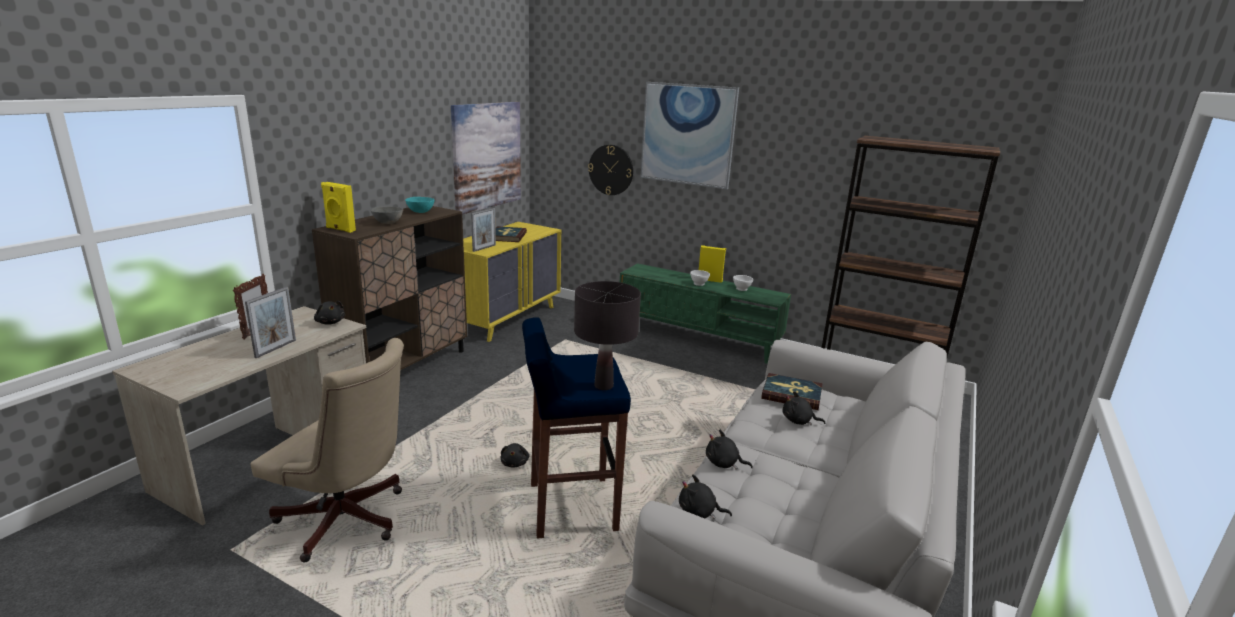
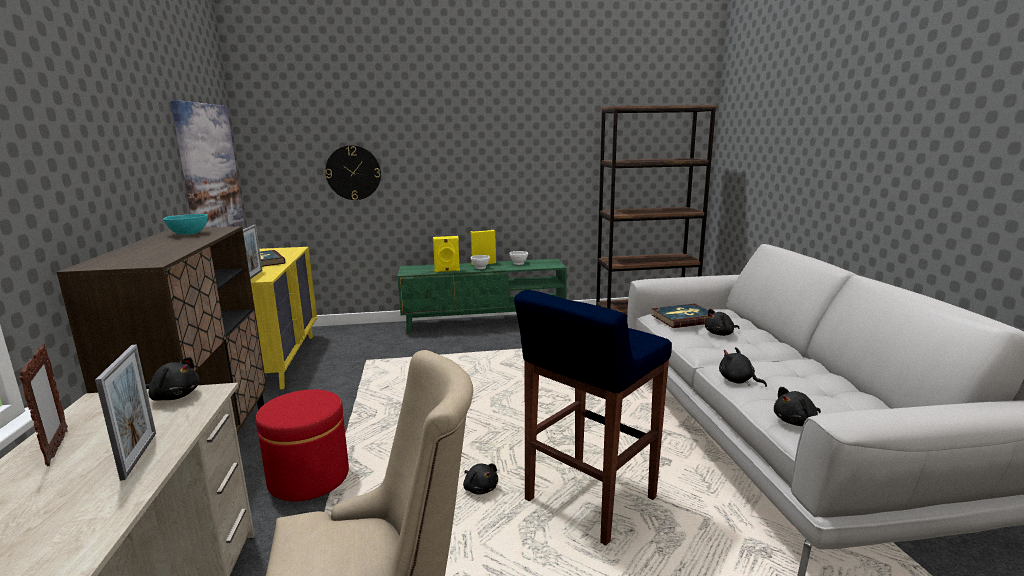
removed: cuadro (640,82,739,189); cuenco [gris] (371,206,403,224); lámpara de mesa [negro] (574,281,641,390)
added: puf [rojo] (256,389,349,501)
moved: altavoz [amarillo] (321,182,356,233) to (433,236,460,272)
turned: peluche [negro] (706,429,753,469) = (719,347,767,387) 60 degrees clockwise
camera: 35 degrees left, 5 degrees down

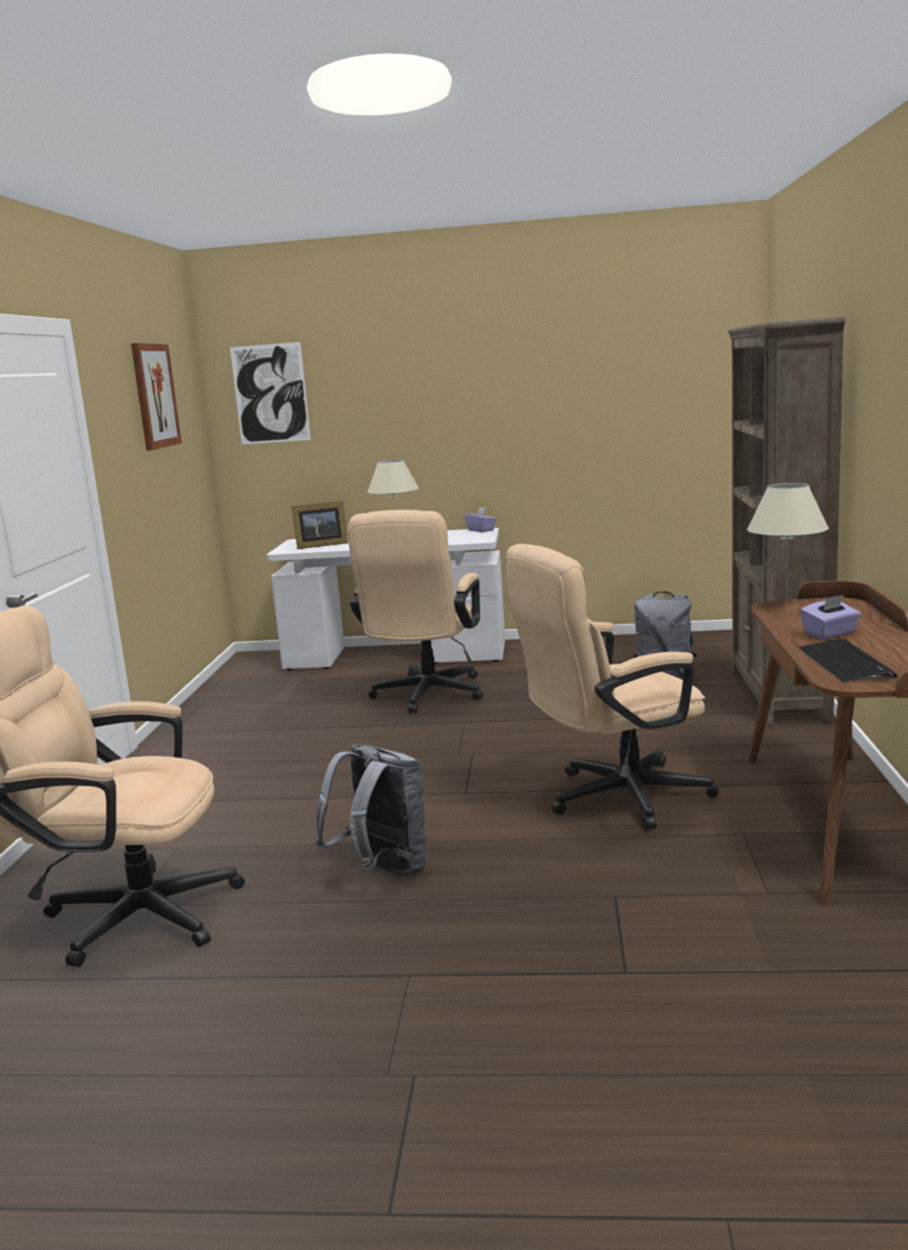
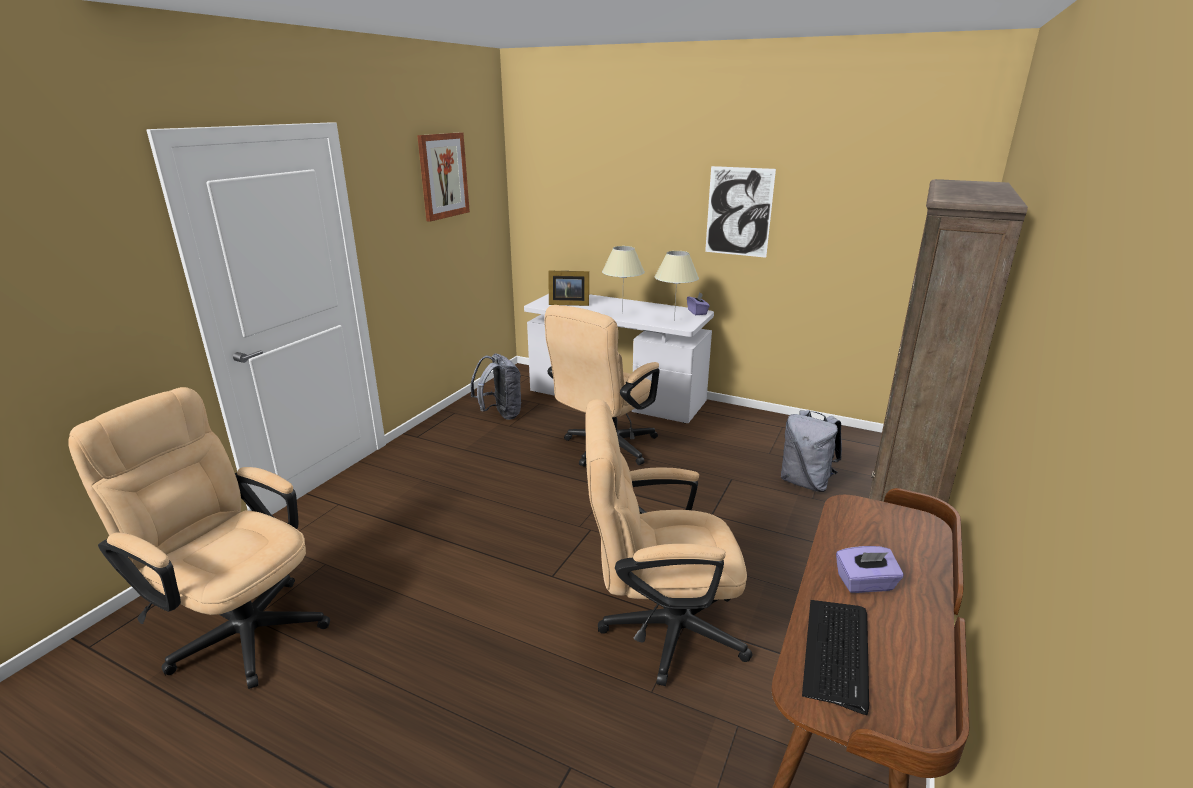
moved: cuadro (230,342,311,444) to (705,166,776,258); lámpara de mesa [beis] (747,483,829,606) to (655,251,699,321); mochila [gris] (315,745,428,877) to (471,353,522,420)
camera: 20 degrees right, 10 degrees up

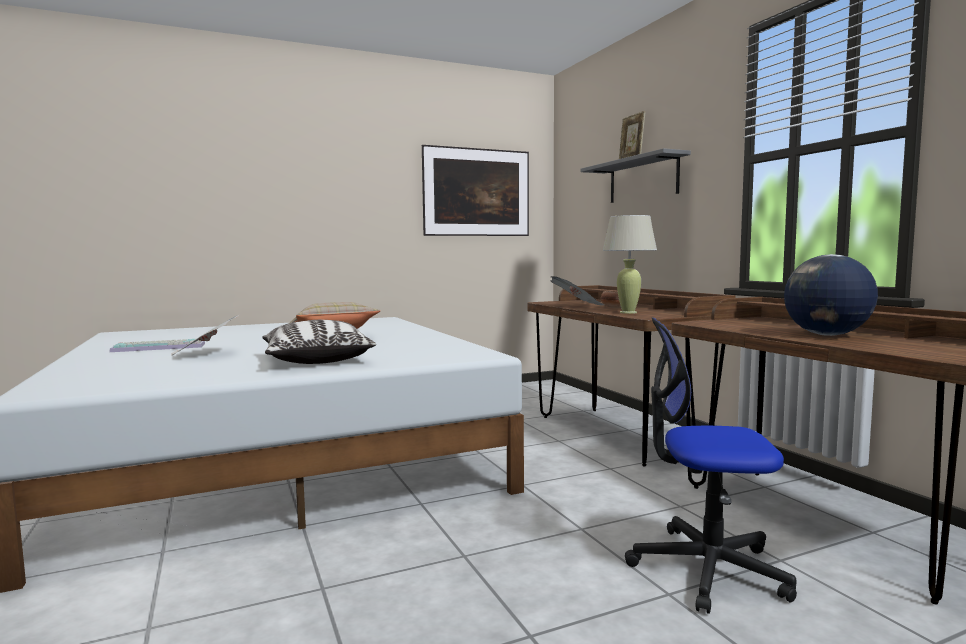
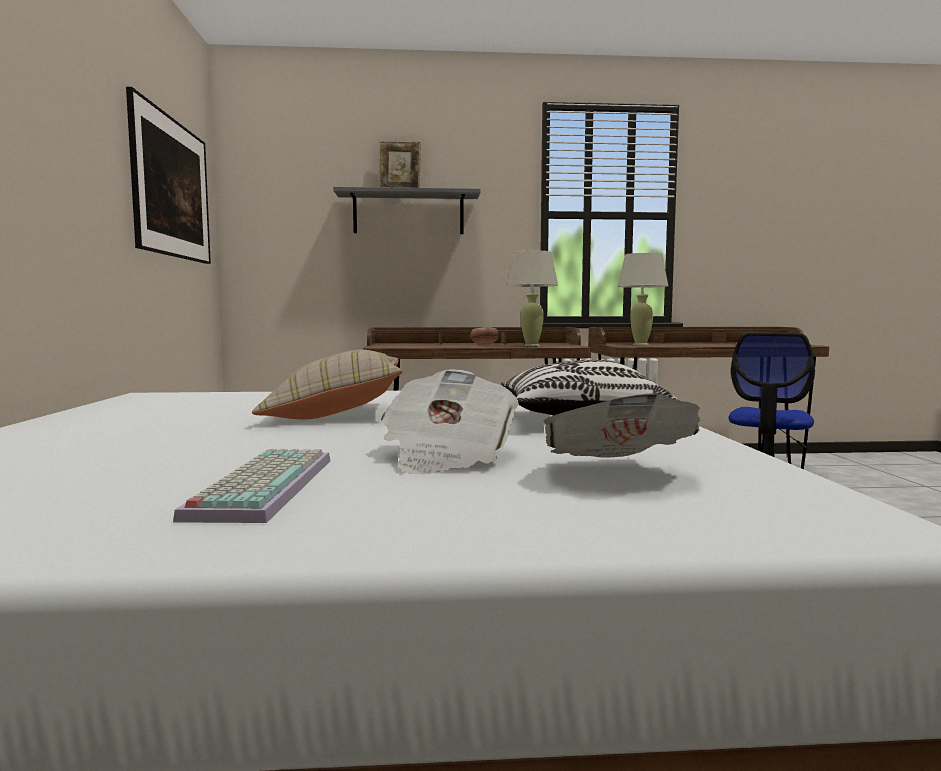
removed: globo terráqueo (784,254,878,336)
added: lámpara de mesa [beis] (617,253,668,345)
moved: periódico (551,276,604,305) to (543,393,700,458)
camera: 70 degrees left, 0 degrees up

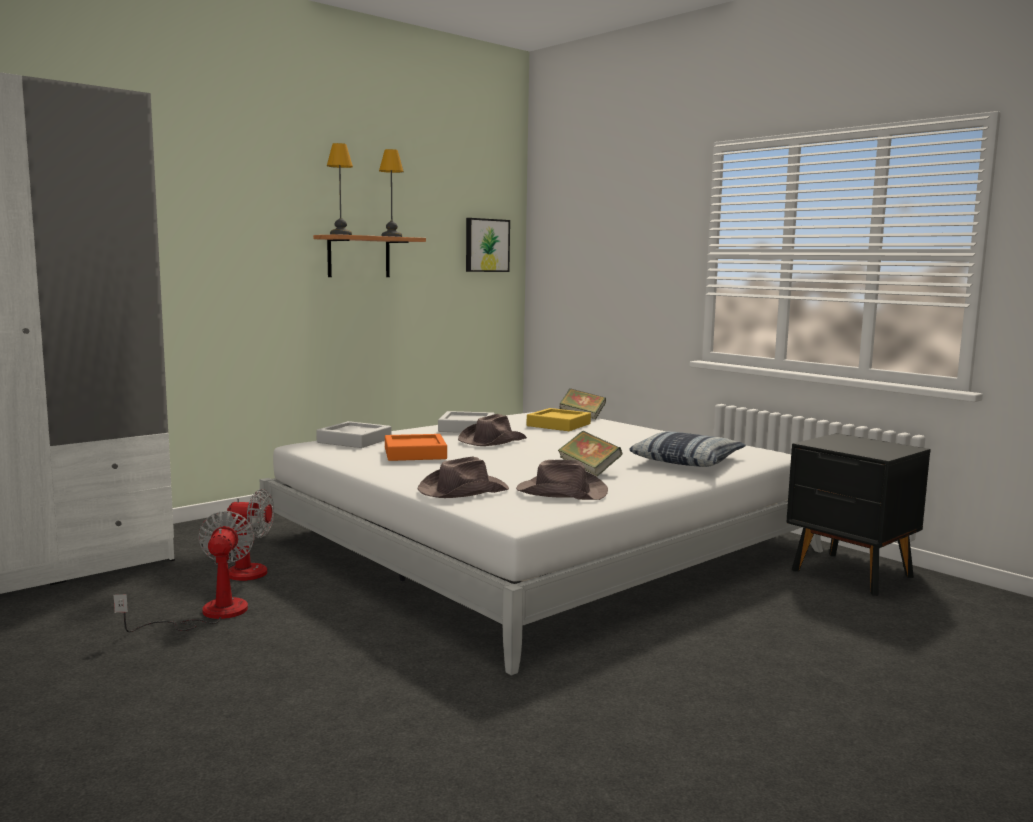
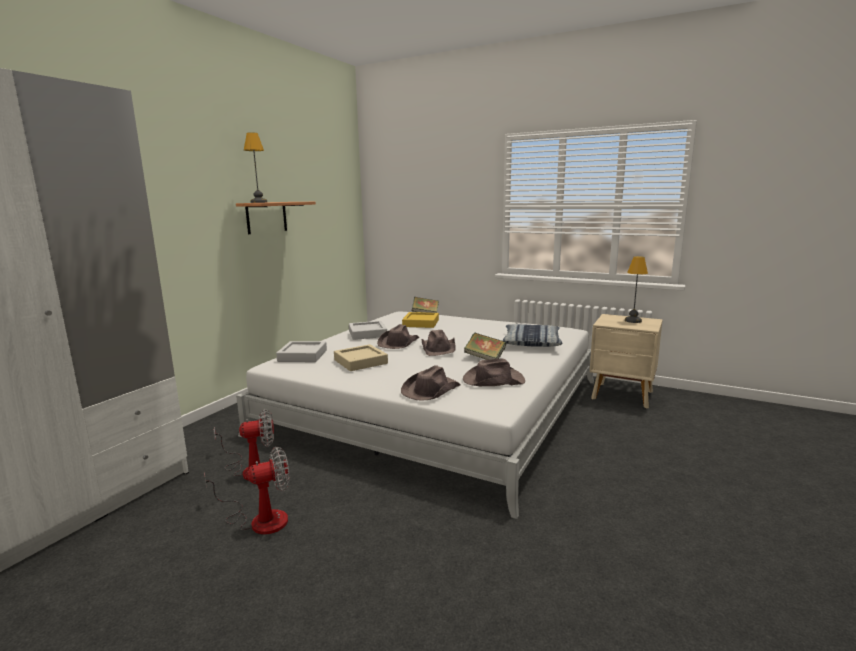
removed: cuadro (466,218,510,272)
added: sombrero [marrón] (421,330,456,356)
moved: lámpara de mesa (379,149,404,237) to (625,256,648,323)
recoloured: mesita de noche [negro] (787,433,931,596) to mesita de noche [beis] (590,314,663,408); bandeja [naranja] (385,434,447,461) to bandeja [beis] (334,344,388,371)
turned: ventilador (113,511,255,632) = (204,447,290,535) 90 degrees clockwise
camera: 20 degrees left, 5 degrees up

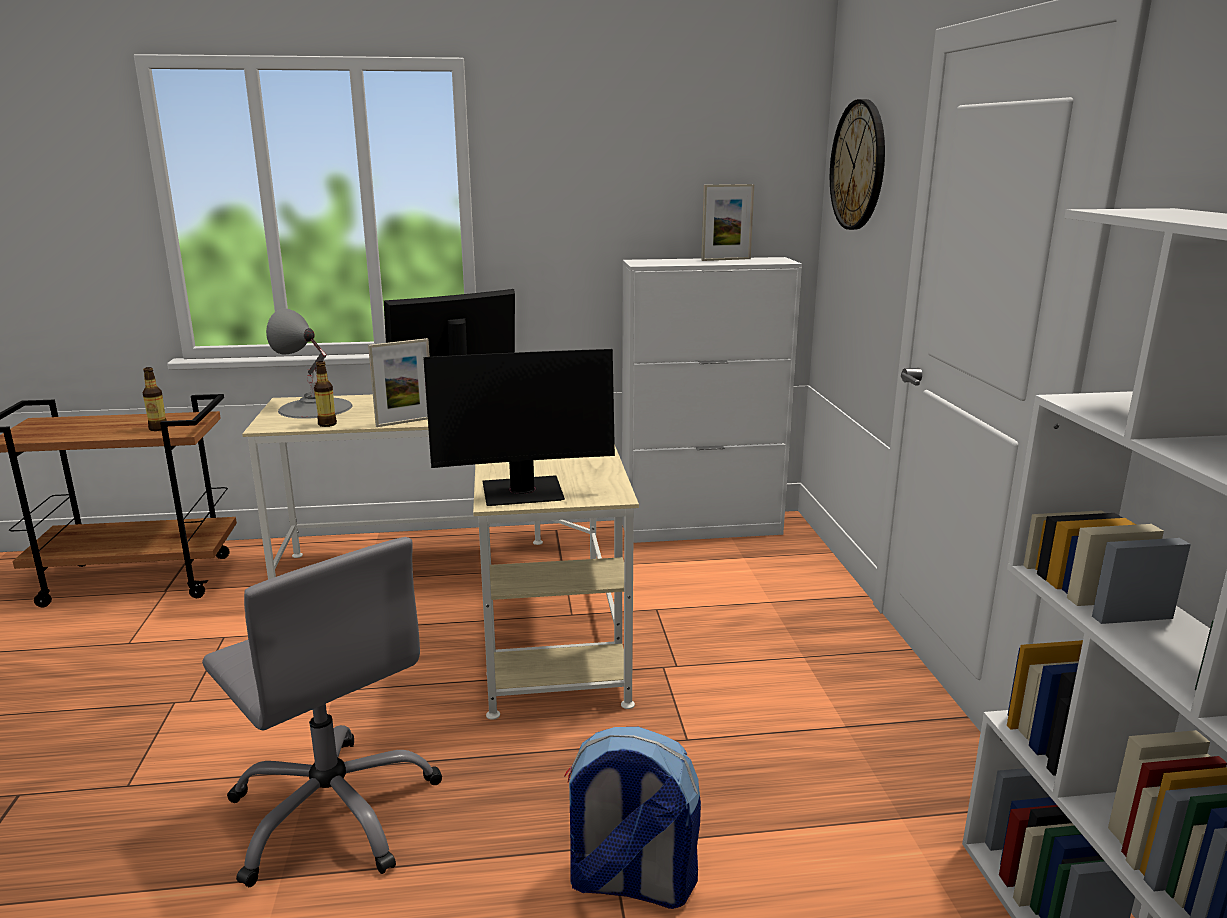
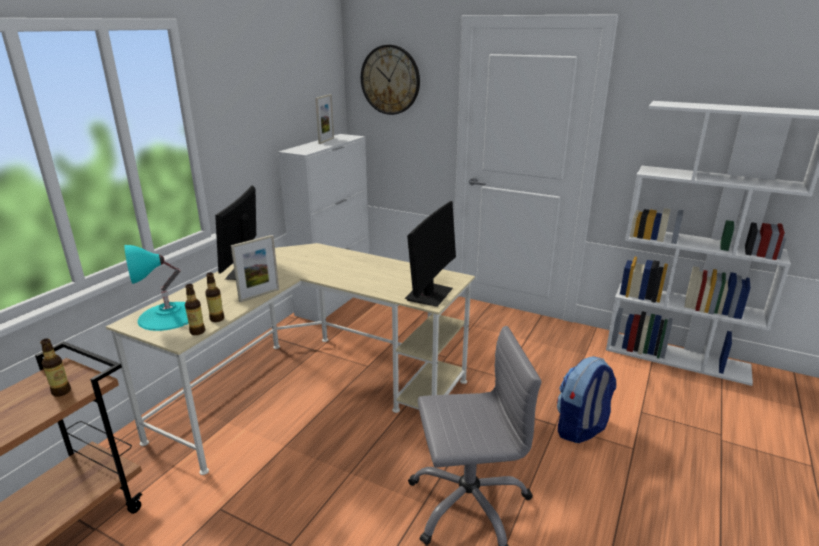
added: botella (185,284,205,335)
recoloured: lámpara de mesa [gris] (266,308,353,419) to lámpara de mesa [turquesa] (124,245,189,331)
turned: portarretratos (368,338,430,427) = (231,235,279,302) 45 degrees clockwise
camera: 55 degrees left, 5 degrees up

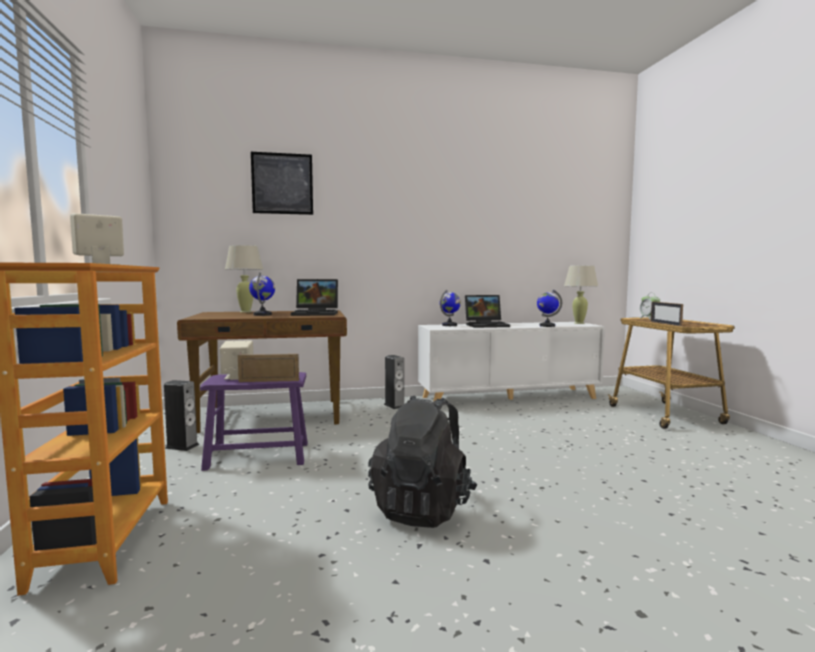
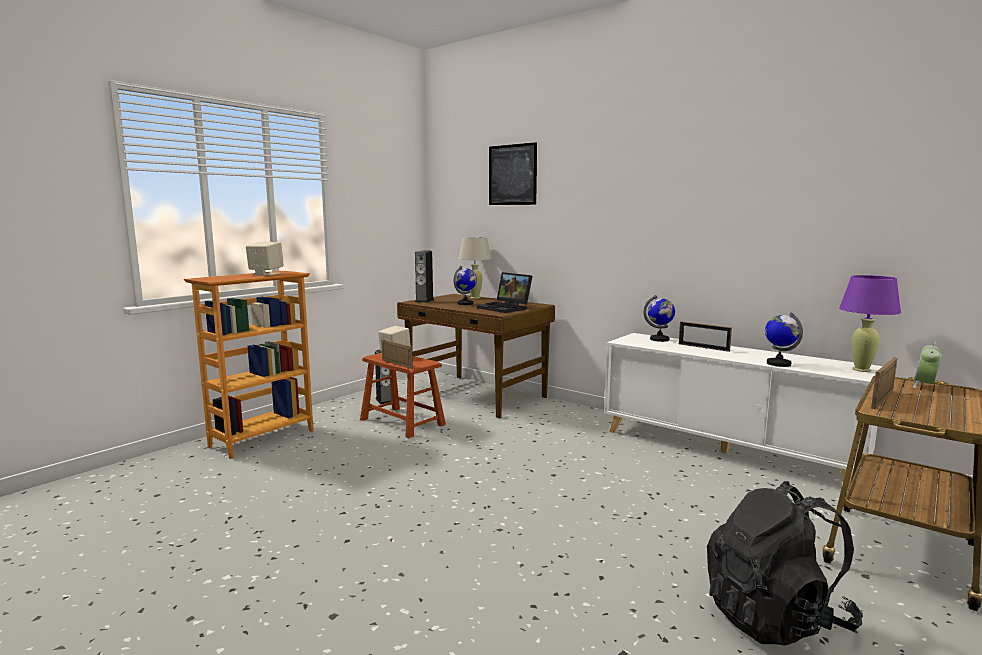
moved: altavoz (384,355,404,409) to (415,250,434,303); mochila [negro] (368,395,478,528) to (707,481,863,645)
replaced: portátil (465,295,510,328) to portarretratos (679,321,732,352)
recoloured: lámpara de mesa [beis] (564,265,598,324) to lámpara de mesa [morado] (839,275,901,372); taburete [morado] (200,372,308,471) to taburete [marrón] (360,353,446,438)
camera: 50 degrees right, 5 degrees up

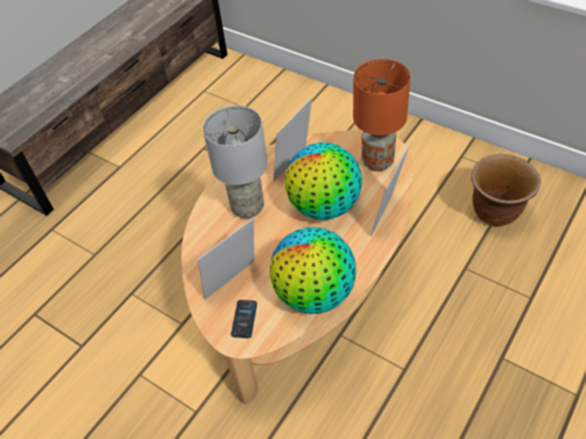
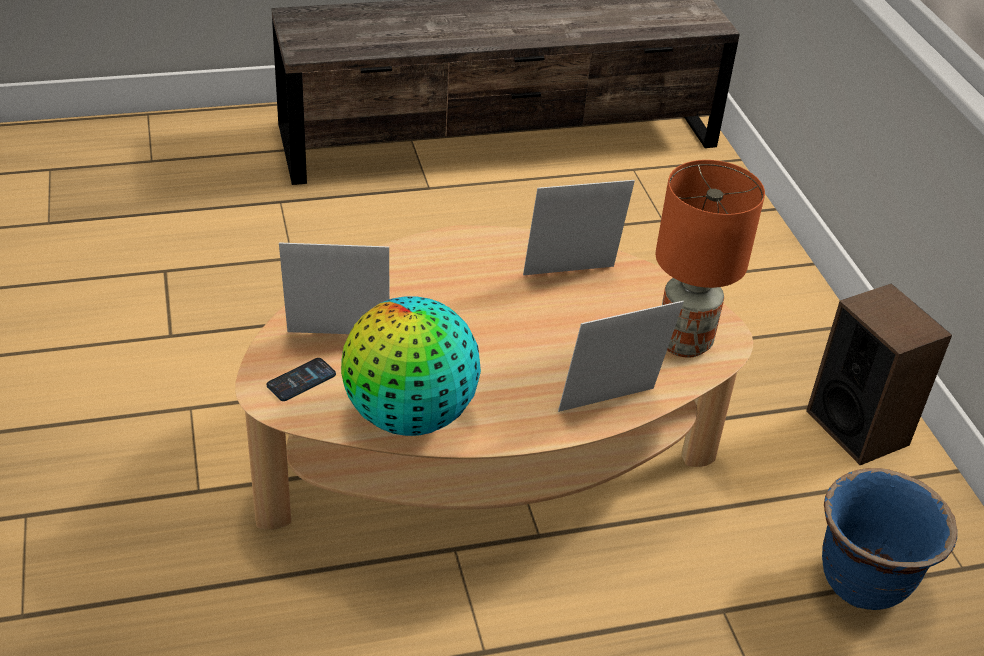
removed: lámpara de mesa [gris] (203,105,268,218); globo terráqueo (285,142,362,220)
added: altavoz (806,283,952,465)
recoloured: maceta [marrón] (471,154,541,226) to maceta [azul] (822,468,957,610)
camera: 35 degrees right, 10 degrees down

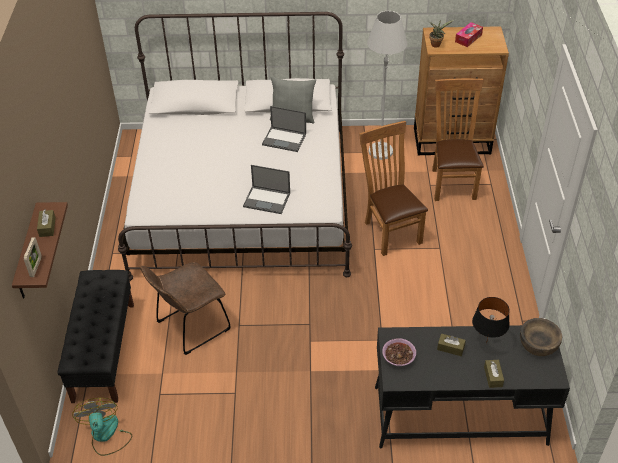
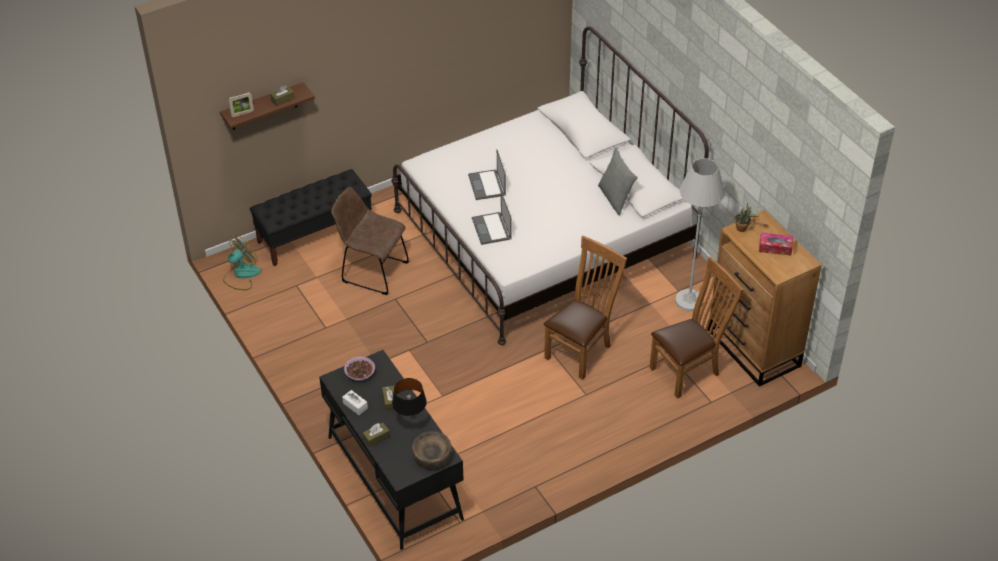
added: caja de pañuelos [blanco] (342,390,368,415)
moved: portátil (262,106,306,152) to (468,150,506,200)
camera: 60 degrees right, 0 degrees up

